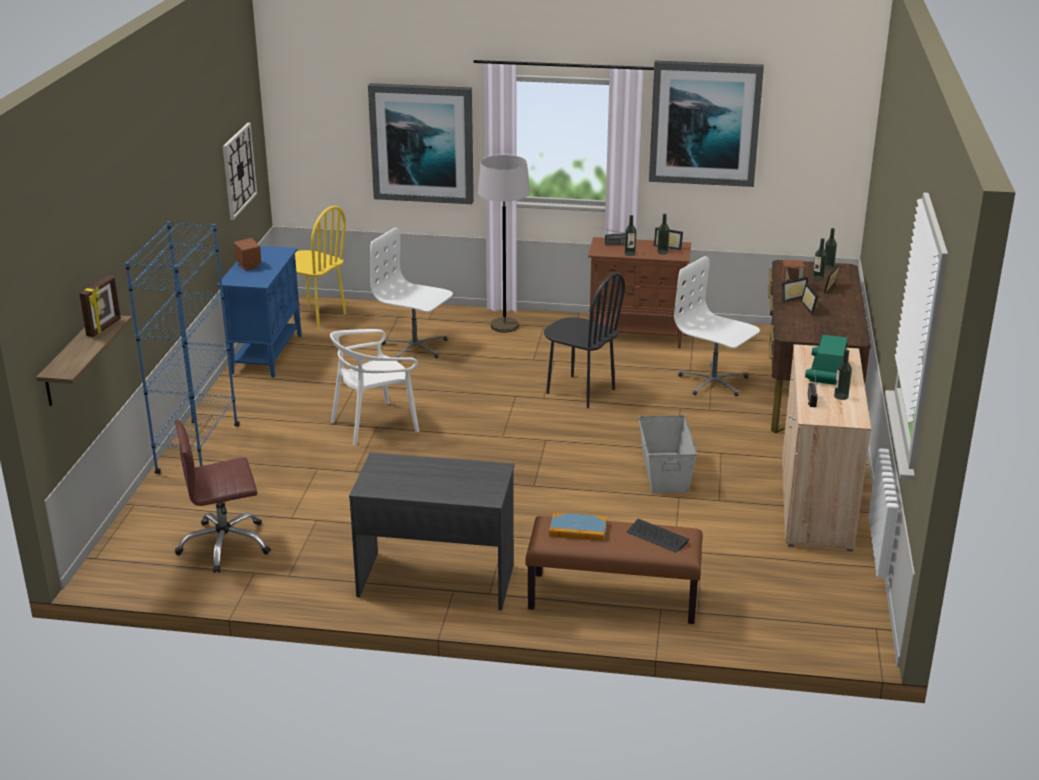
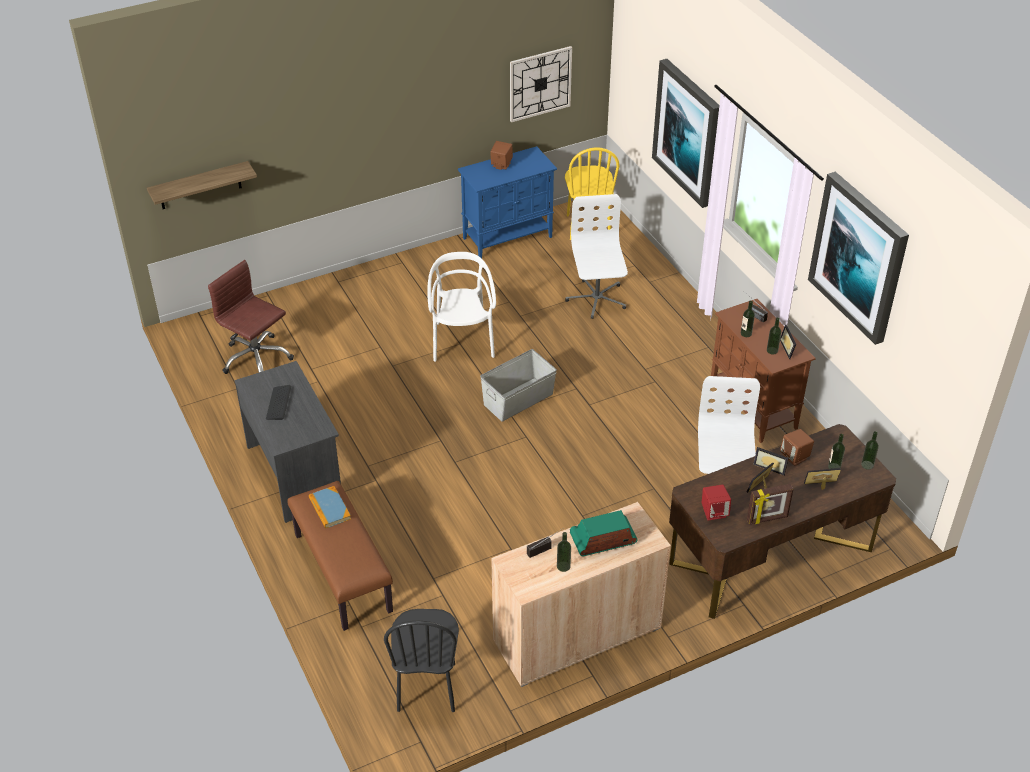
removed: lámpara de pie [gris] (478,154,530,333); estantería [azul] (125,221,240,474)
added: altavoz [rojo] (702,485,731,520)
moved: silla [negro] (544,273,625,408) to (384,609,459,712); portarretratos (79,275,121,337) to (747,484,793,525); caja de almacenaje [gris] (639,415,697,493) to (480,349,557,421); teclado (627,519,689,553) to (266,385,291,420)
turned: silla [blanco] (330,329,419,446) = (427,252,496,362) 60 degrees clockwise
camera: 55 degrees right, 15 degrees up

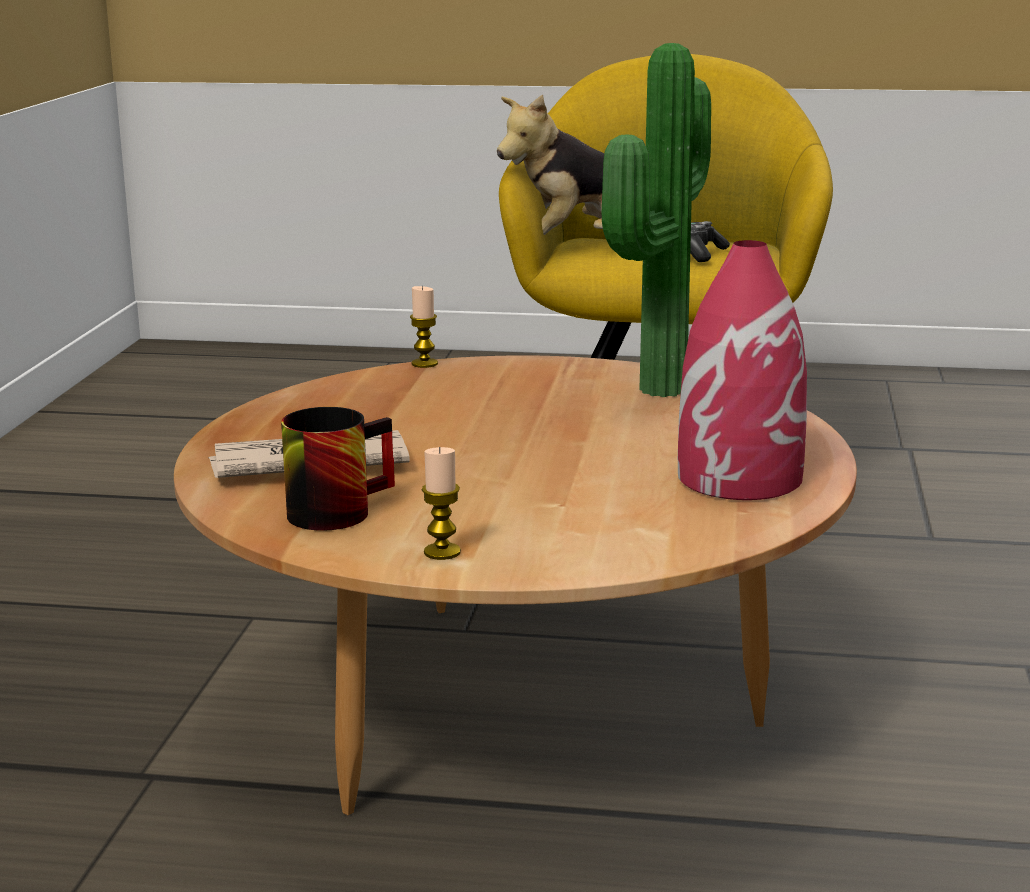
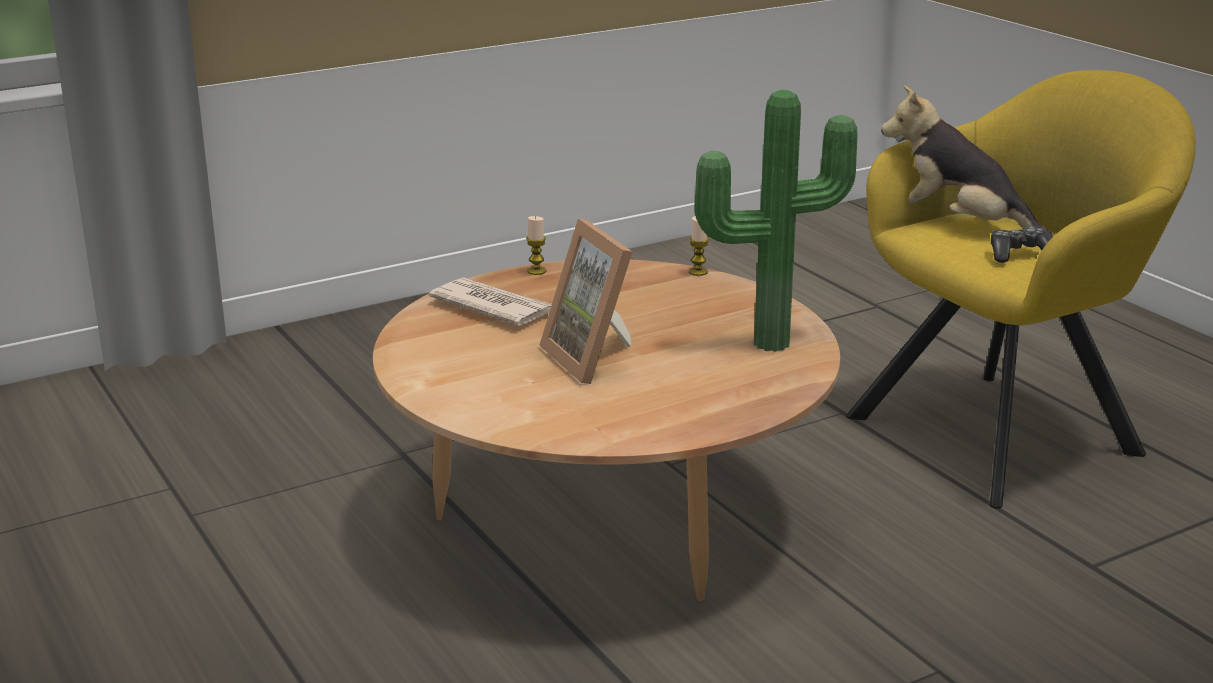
removed: florero [rojo] (678,240,807,500); taza grande (281,407,395,531)
added: portarretratos (539,219,632,384)
moved: vela (422,447,461,560) to (526,216,546,275)
camera: 50 degrees right, 5 degrees up

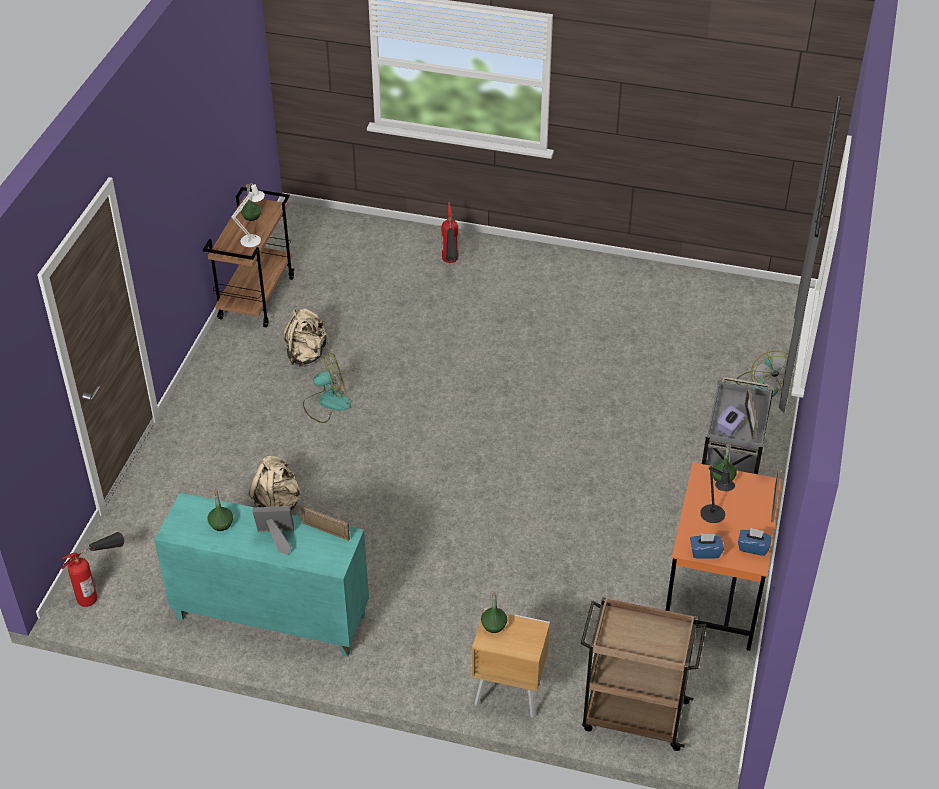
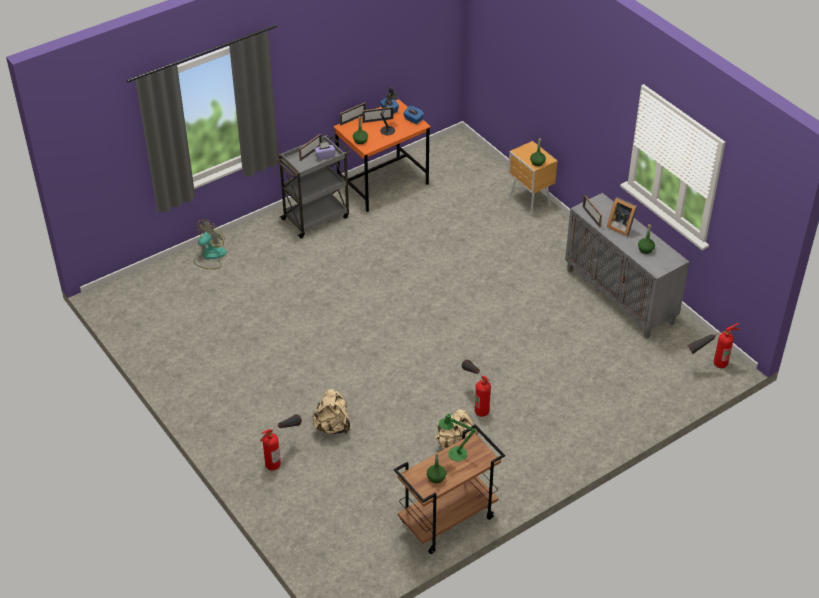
removed: carrito [marrón] (581,597,706,751)
added: portarretratos (362,107,393,123)
moved: mochila [beis] (249,456,300,510) to (313,389,350,435)
replaced: ventilador (303,353,351,423) to extintor (461,360,491,417)
recoloured: lámpara de mesa [blanco] (231,183,265,247) to lámpara de mesa [verde] (439,414,476,461); armario [turquesa] (154,492,369,657) to armario [gris] (565,193,689,339)
camera: 140 degrees left, 0 degrees up

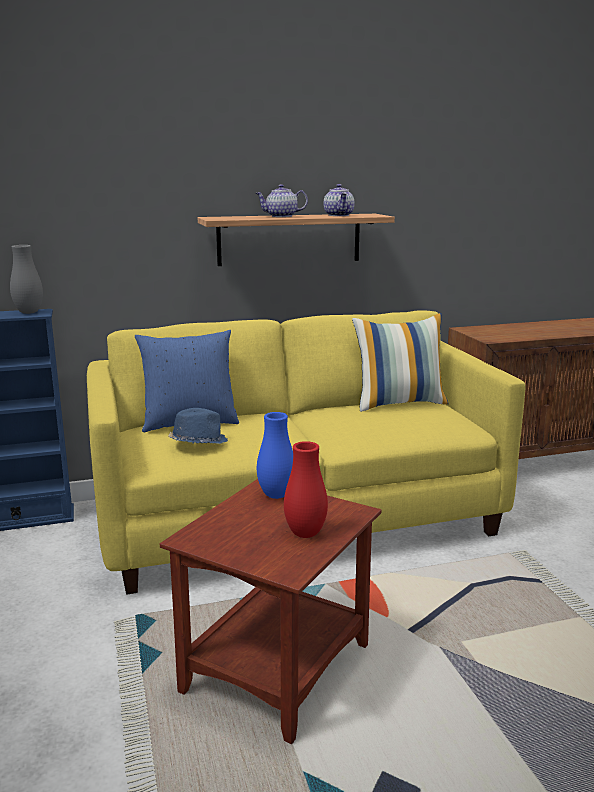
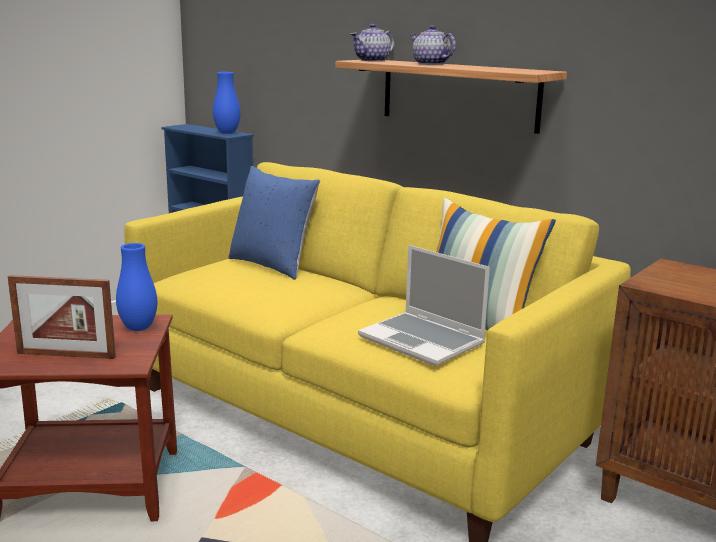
removed: sombrero [azul] (168,408,228,444)
added: portátil (358,245,490,366)
moved: tetera (324,184,355,216) to (351,24,395,62)
replaced: florero [rojo] (284,441,328,538) to portarretratos (8,275,116,359)
recoloured: florero [gris] (10,245,43,314) to florero [azul] (213,72,240,134)
camera: 55 degrees right, 0 degrees up

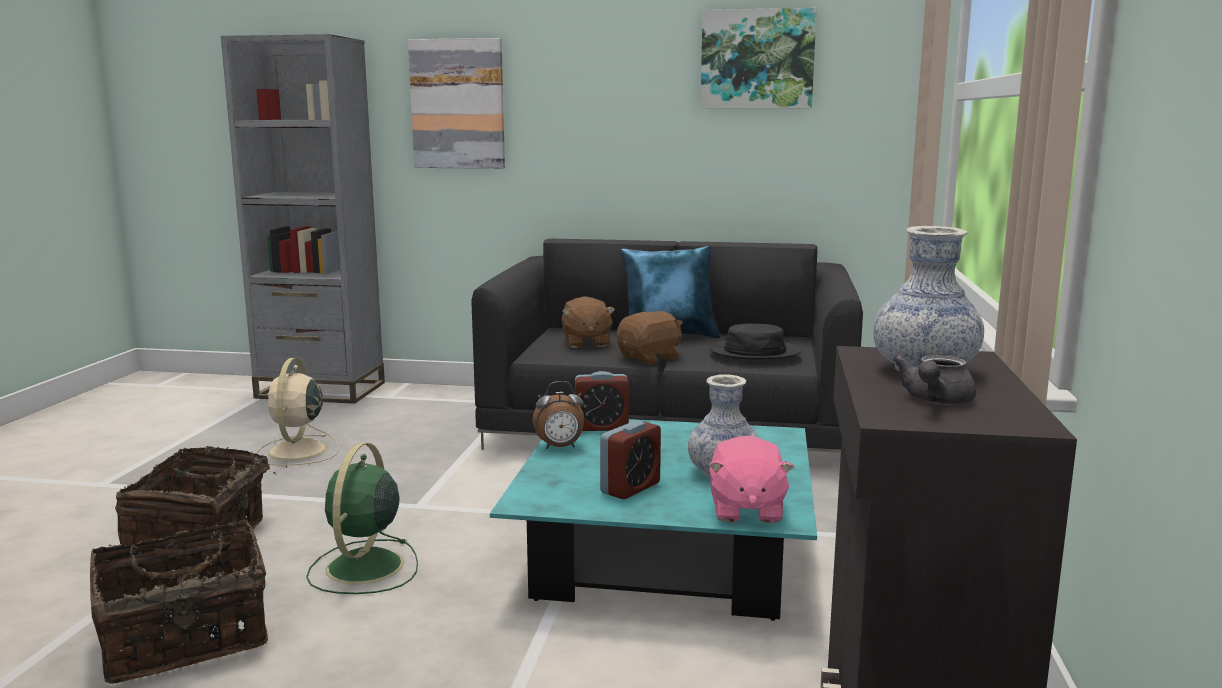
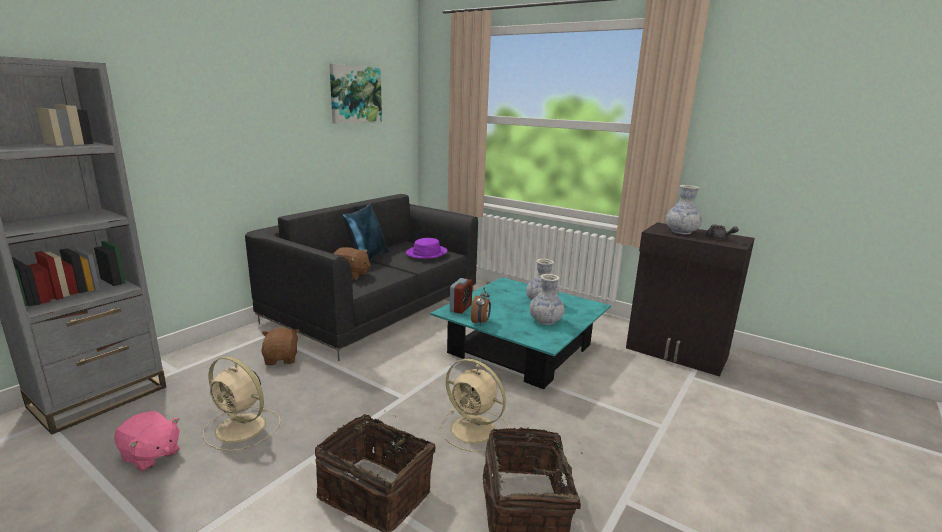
removed: cuadro (408,38,505,169)
moved: peluche [marrón] (616,311,683,364) to (261,327,299,365); peluche [rosa] (708,436,794,523) to (114,411,180,471)
replaced: despertador (600,420,661,499) to florero (529,274,565,325)
recoloured: sombrero [negro] (709,324,802,360) to sombrero [morado] (406,238,447,259); ventilador [verde] (306,443,418,594) to ventilador [beis] (439,359,509,452)
camera: 65 degrees left, 5 degrees up

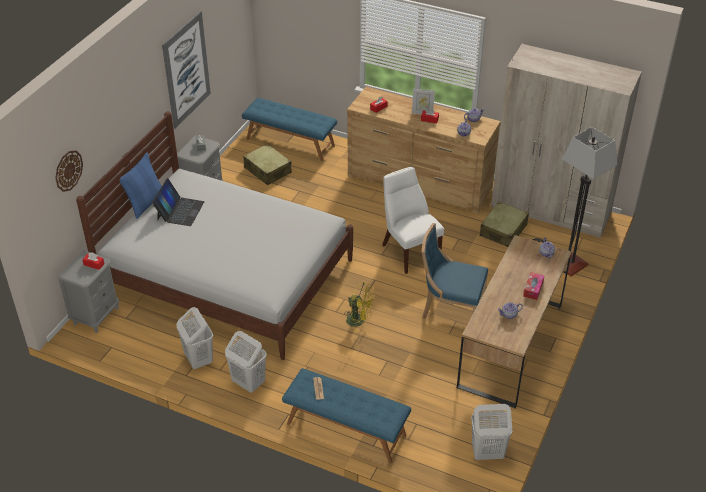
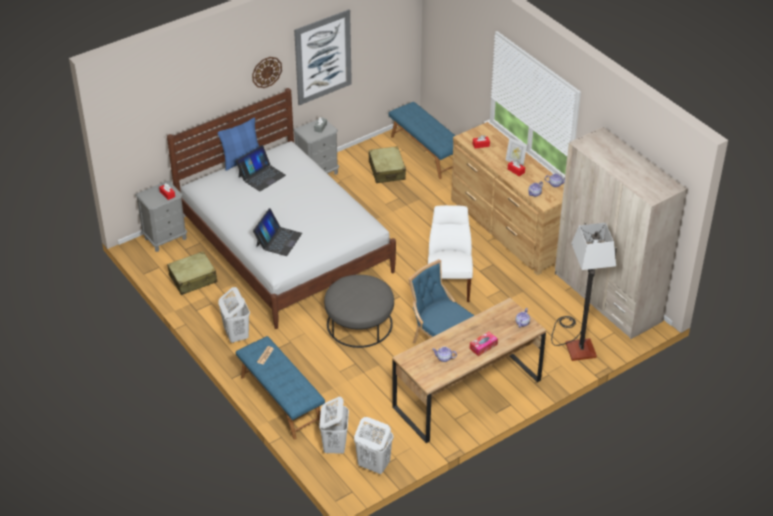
added: portátil (253,208,302,256)
moved: reloj de pared (55,150,83,192) to (252,57,282,88); maleta [beis] (480,201,529,247) to (167,251,217,295); cesto de la ropa [blanco] (177,307,213,369) to (319,397,349,454)
replaced: ventilador [amarillo] (344,282,376,333) to puf [gris] (324,275,394,348)
camera: 30 degrees right, 0 degrees up

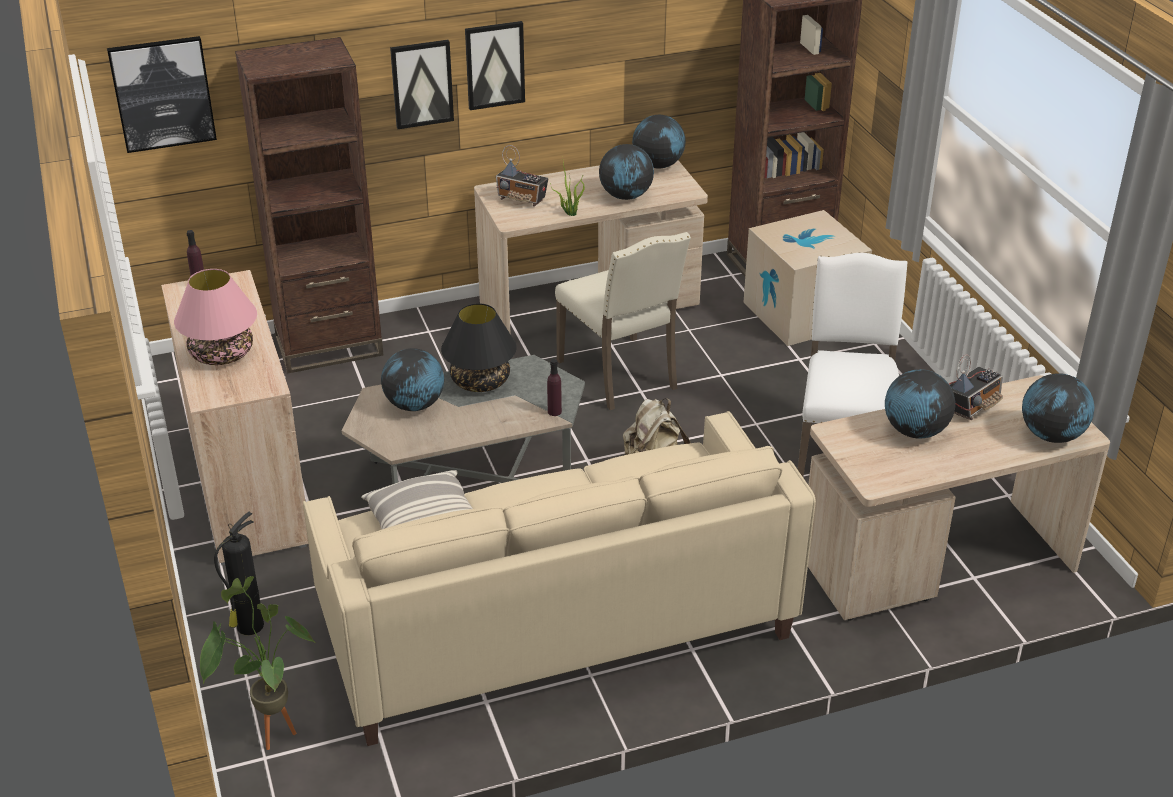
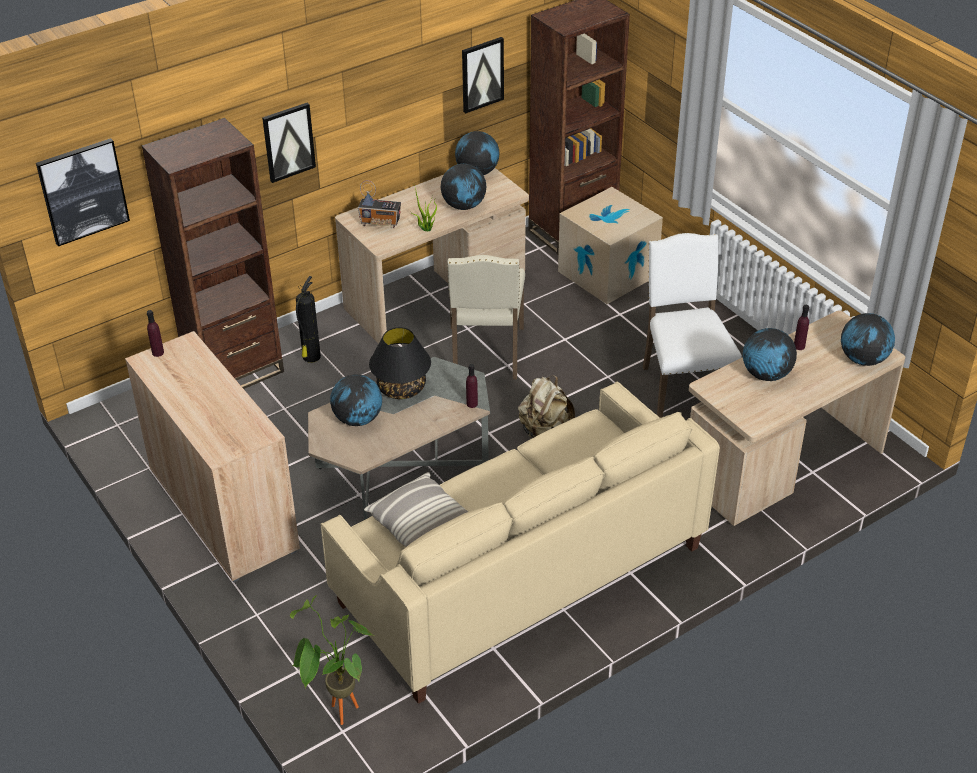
removed: lámpara de mesa [rosa] (174,269,257,365)
moved: cuadro (465,21,525,110) to (462,37,504,113); extintor (214,512,264,635) to (296,276,321,363)
replaced: radio (949,354,1003,420) to botella [morado] (794,305,809,350)
turned: silla [beis] (555,232,691,410) = (447,255,525,379) 45 degrees clockwise
camera: 15 degrees left, 5 degrees up

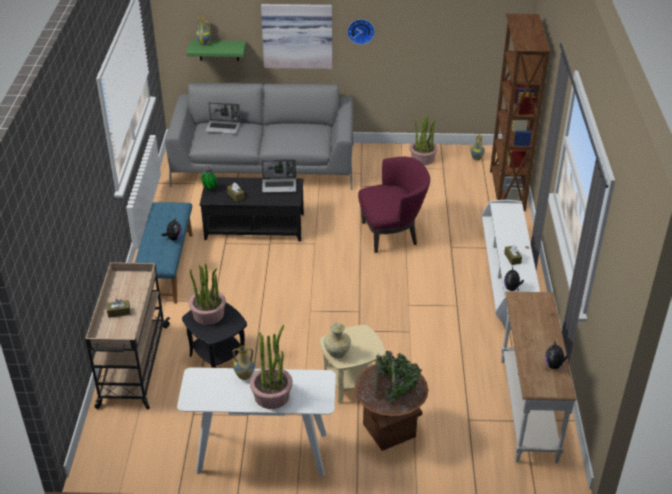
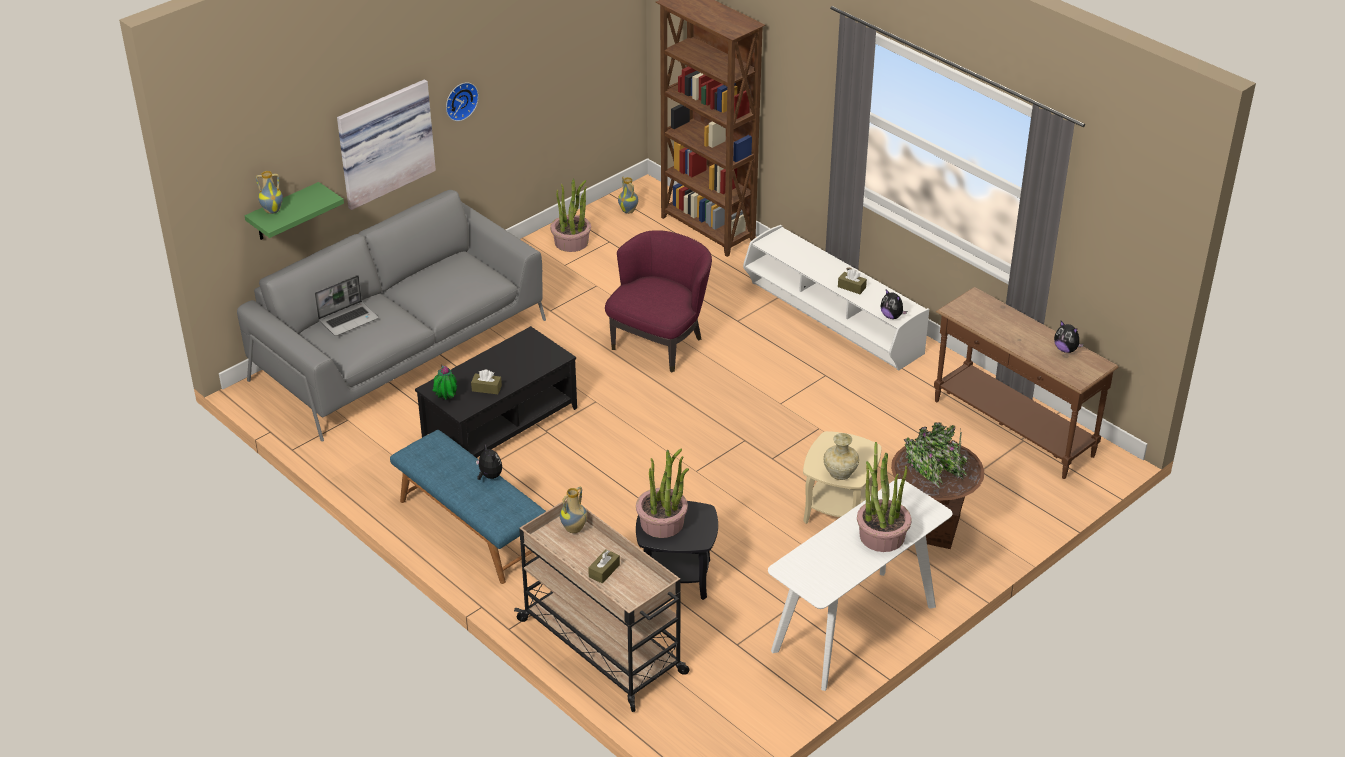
removed: portátil (262,159,297,193)
moved: florero (233,346,255,380) to (560,487,587,533)
recoloured: mesa consola [blanco] (501,291,576,463) to mesa consola [marrón] (934,287,1118,479)
camera: 45 degrees left, 0 degrees up

